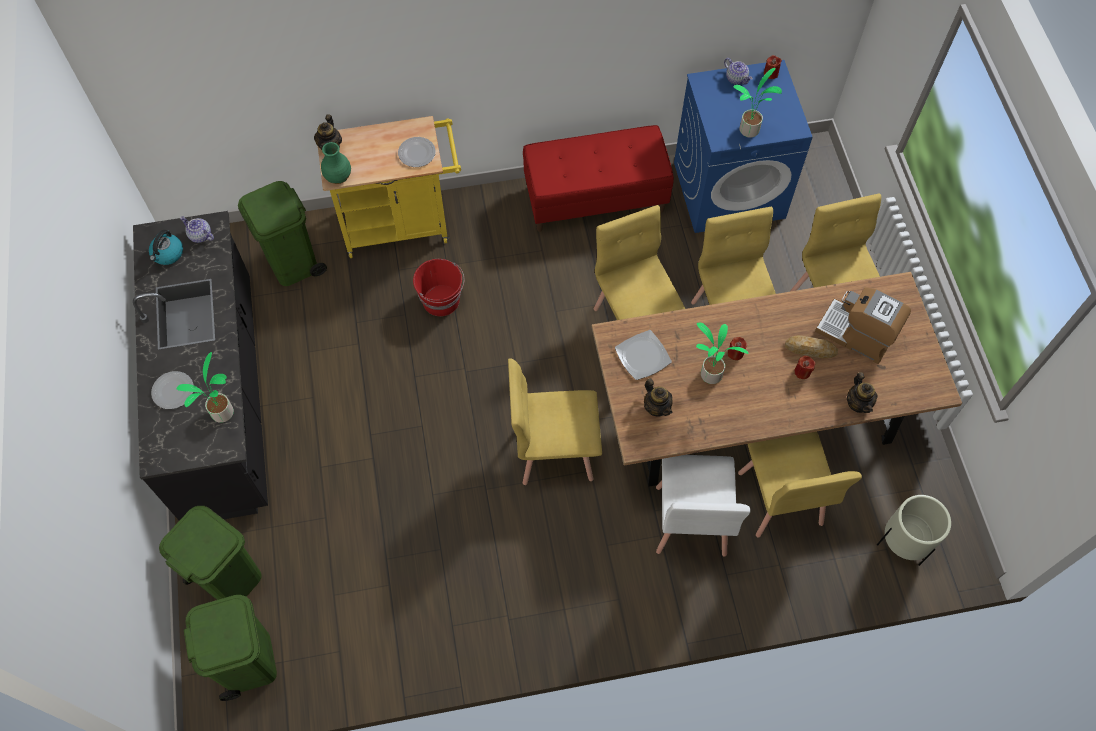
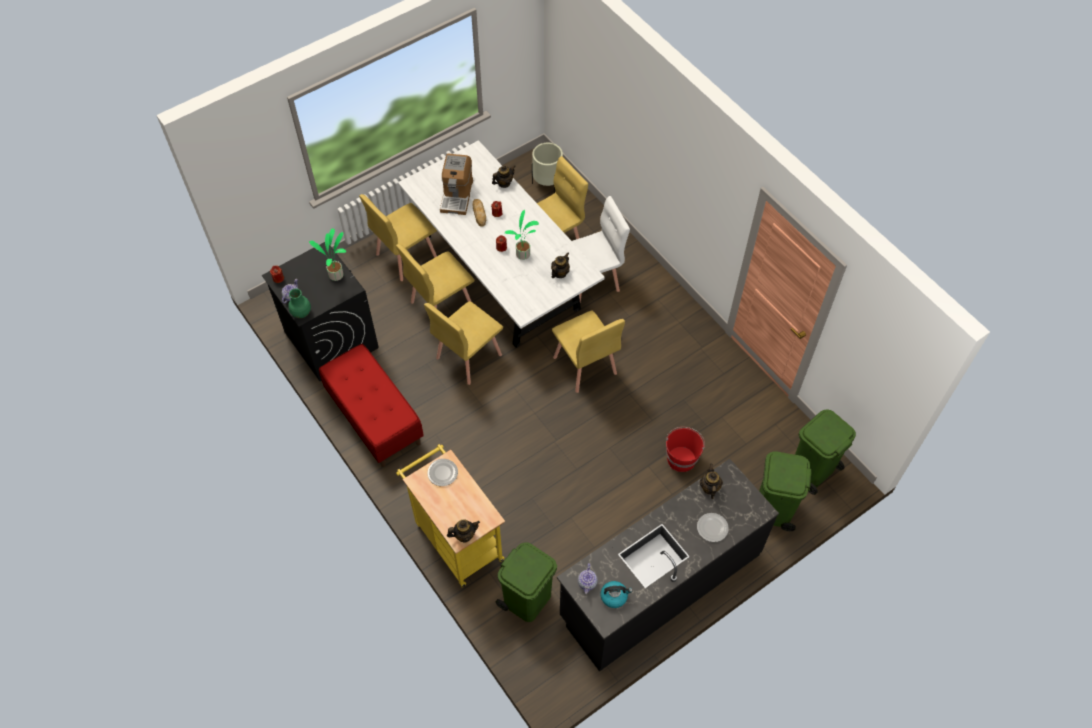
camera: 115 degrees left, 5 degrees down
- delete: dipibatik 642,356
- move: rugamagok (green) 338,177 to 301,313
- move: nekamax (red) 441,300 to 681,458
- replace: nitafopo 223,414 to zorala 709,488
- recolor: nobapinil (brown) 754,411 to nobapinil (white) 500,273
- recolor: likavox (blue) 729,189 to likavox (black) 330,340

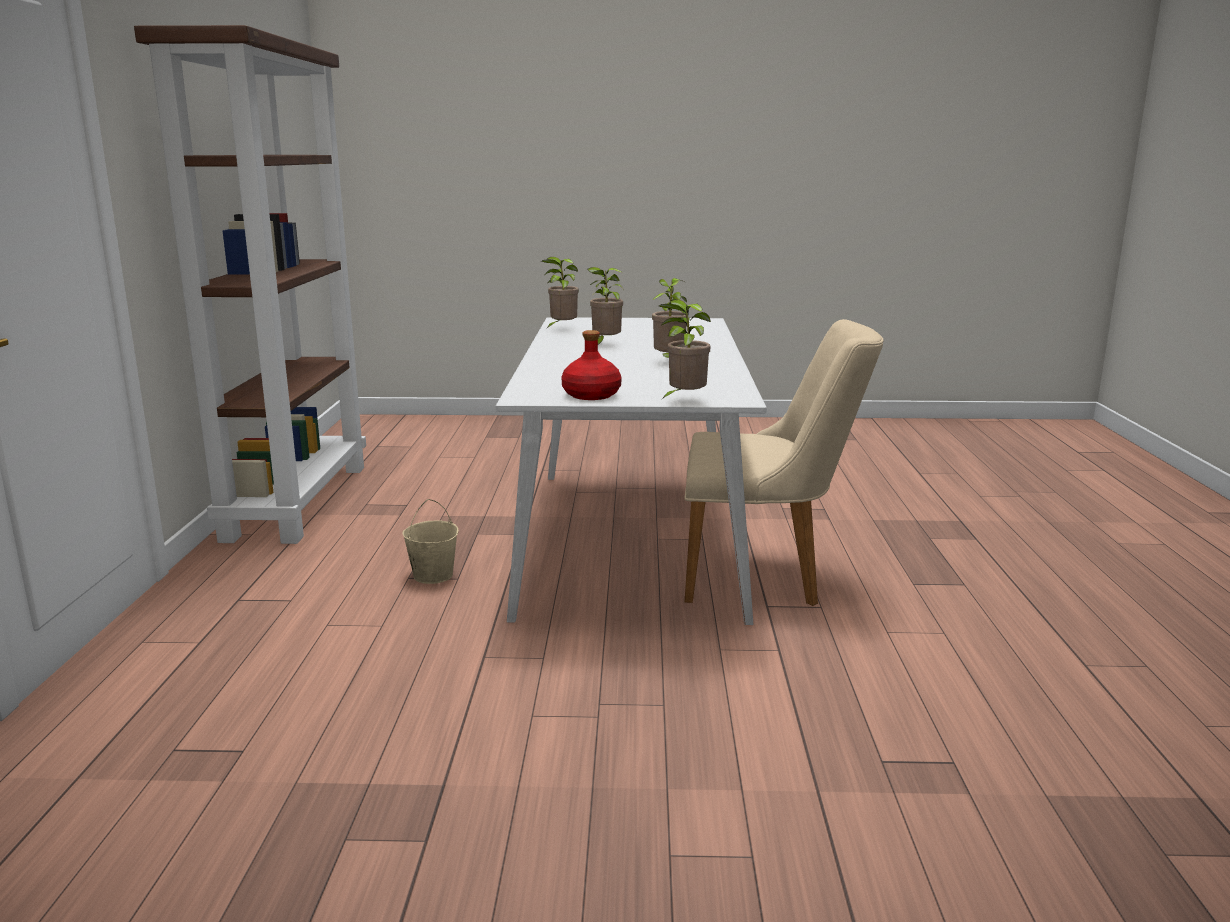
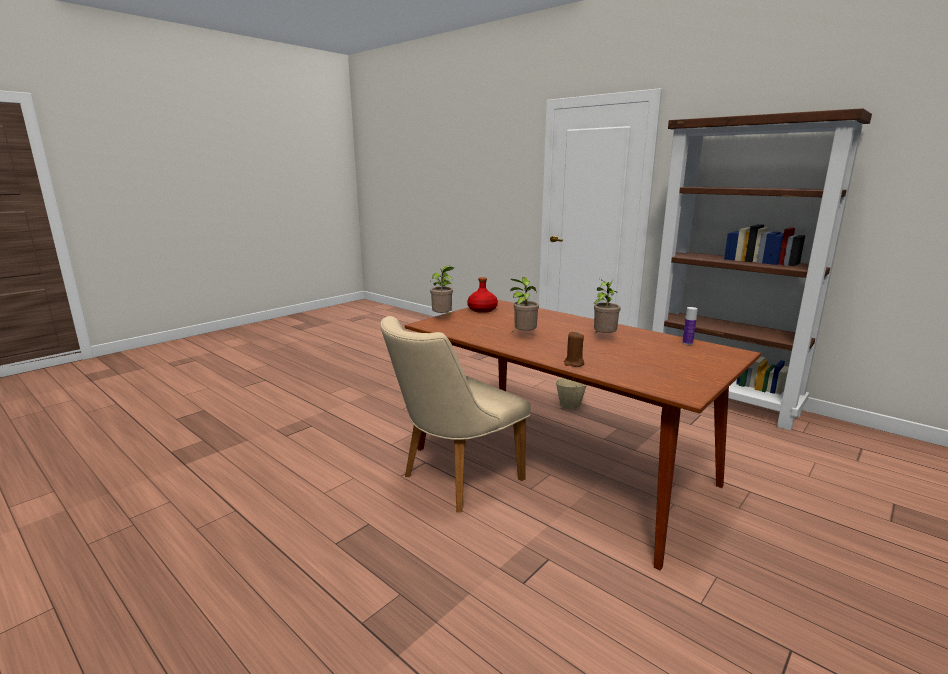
camera: 130 degrees right, 0 degrees up
- insert: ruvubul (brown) 573,363
- replace: nitafopo 561,328 to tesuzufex 687,343
- recolor: nobapinil (white) 630,537 to nobapinil (brown) 562,466

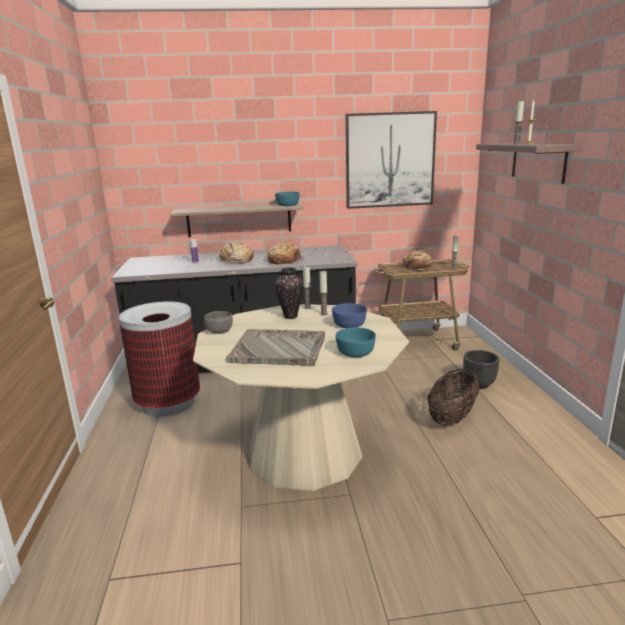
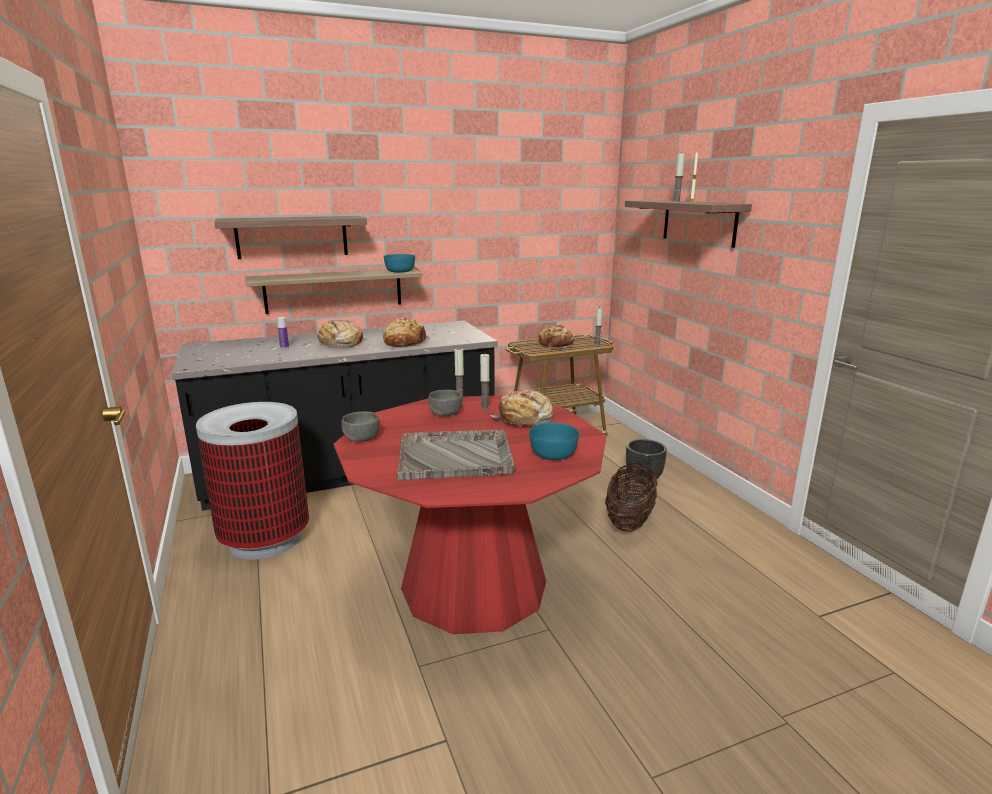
camera: 15 degrees left, 0 degrees up
- delete: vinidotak 390,160
- insert: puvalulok 292,237
- replace: rugamagok 291,317 to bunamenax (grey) 445,413
- replace: bunamenax (blue) 350,325 to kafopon 525,419
- recolor: nobapinil (beige) 305,453 to nobapinil (red) 474,584

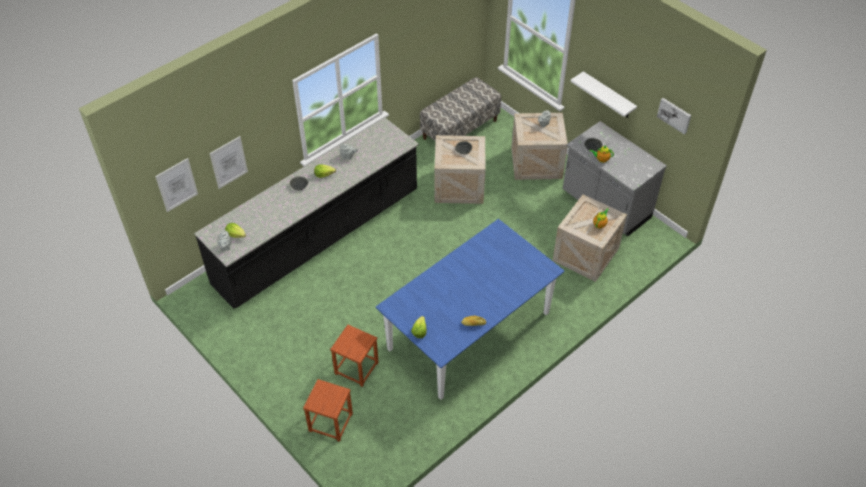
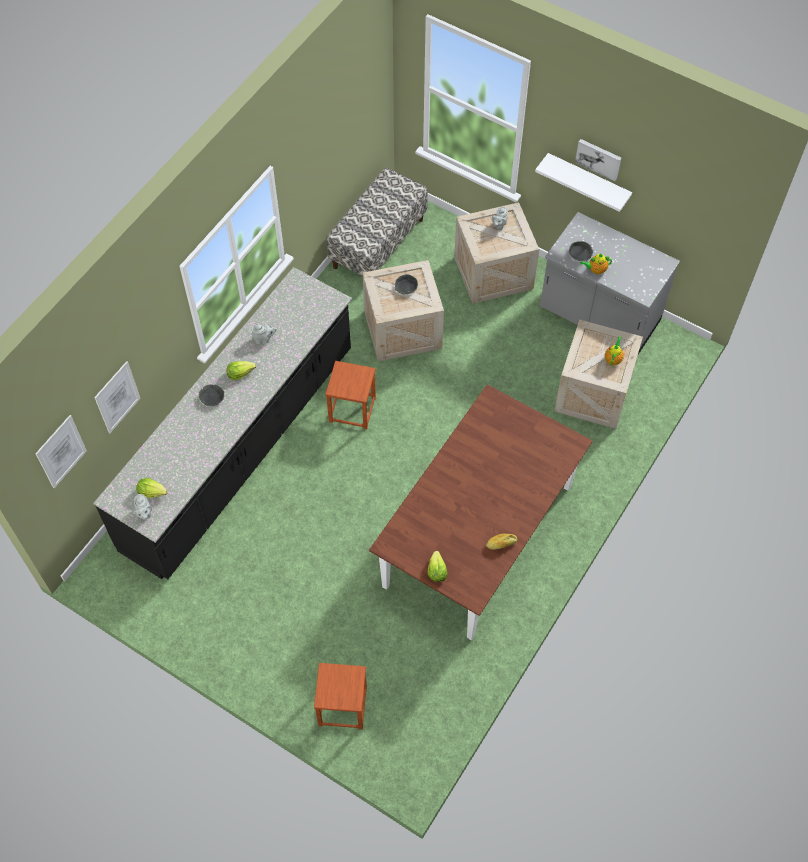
camera: 15 degrees left, 10 degrees up
- move: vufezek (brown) 356,368 to 352,410
- move: vinidotak 674,115 to 598,158
- recolor: nobapinil (blue) 469,331 to nobapinil (brown) 478,536

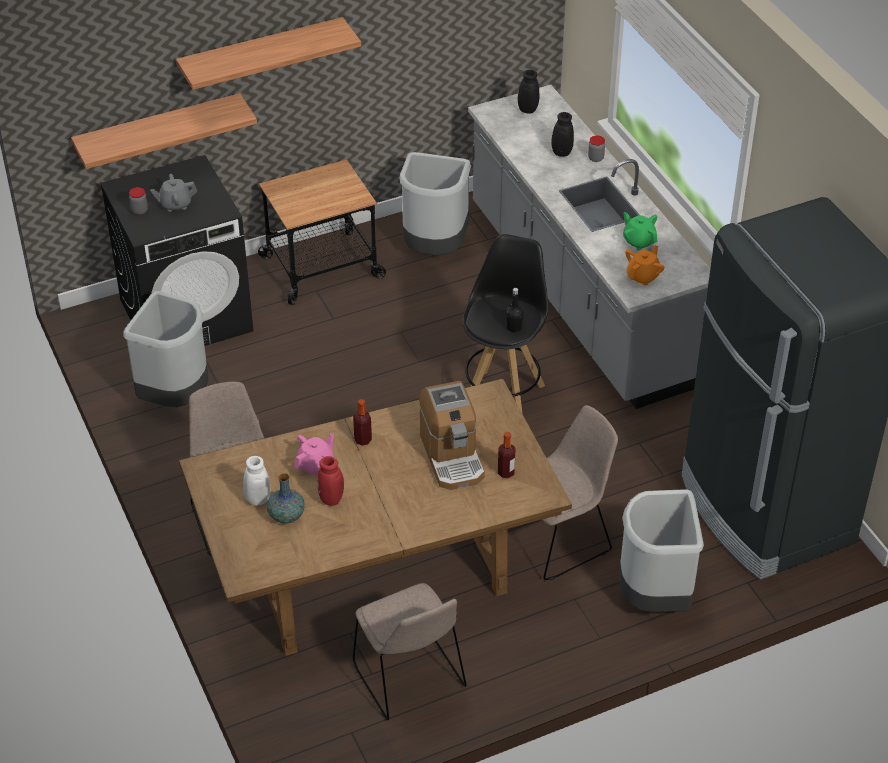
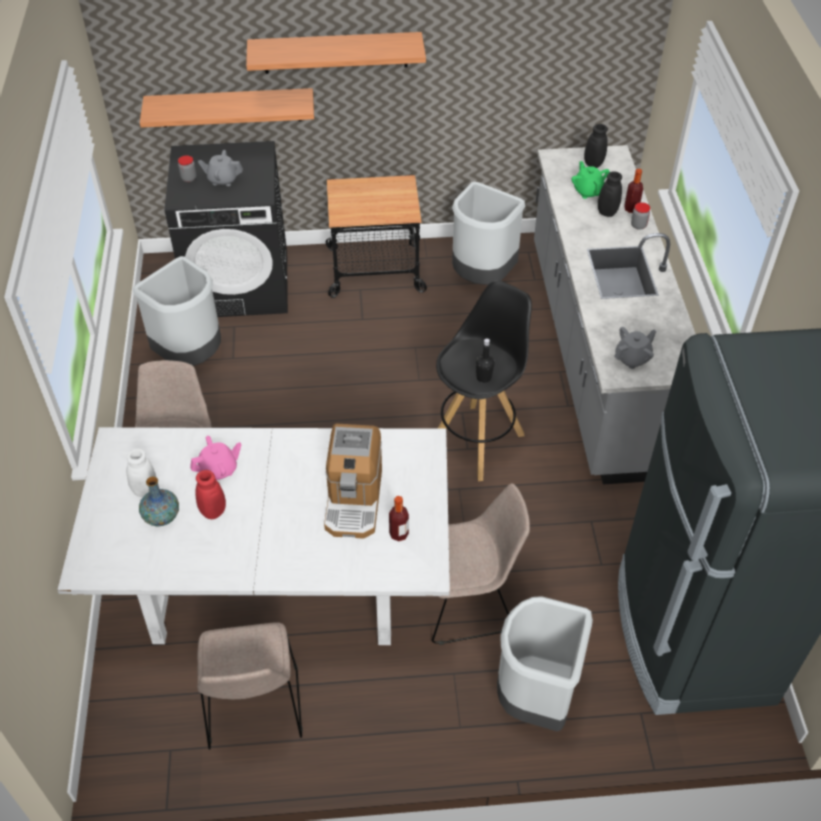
camera: 20 degrees right, 5 degrees up
- move: tesuzufex 363,440 to 631,209
- move: zorala (green) 639,241 to 588,191
- recolor: nobapinil (brown) 378,573 to nobapinil (white) 279,583
- recolor: zorala (orange) 643,276 to zorala (grey) 632,358

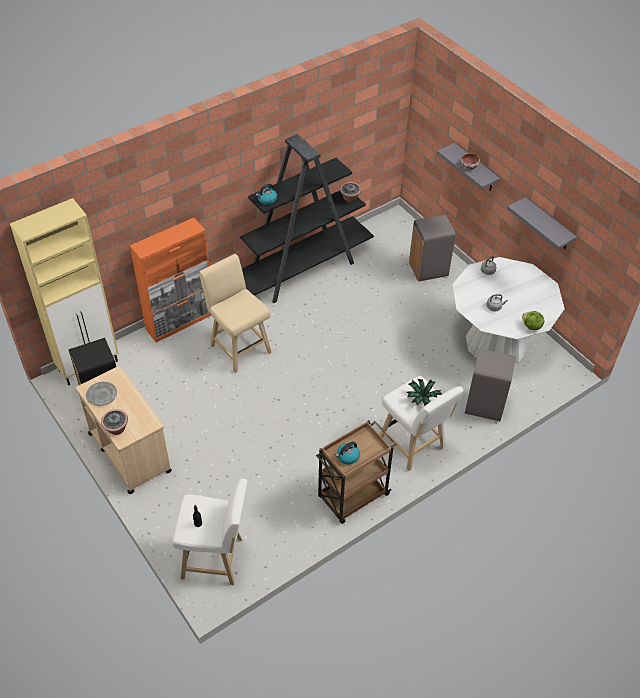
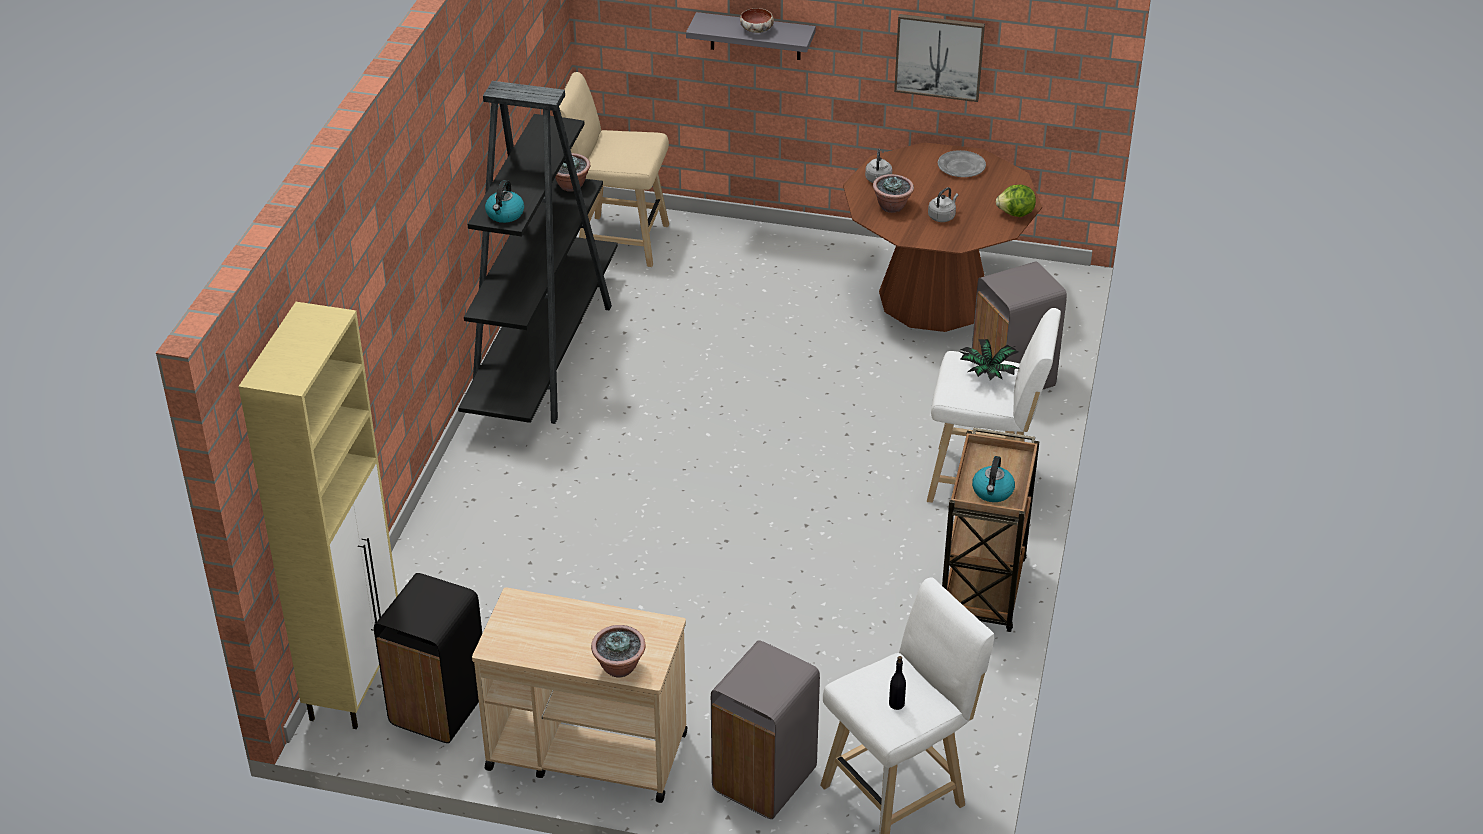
camera: 40 degrees left, 10 degrees down
- delete: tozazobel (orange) 180,321
- insert: nitafopo 892,206
- move: dipibatik (grey) 101,395 to 961,167
- move: vufezek (beige) 238,347 to 617,241
- move: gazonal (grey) 428,270 to 765,780
- replace: puvalulok (grey) 548,225 to vinidotak 939,56
- recolor: nobapinil (white) 496,343 to nobapinil (brown) 934,298

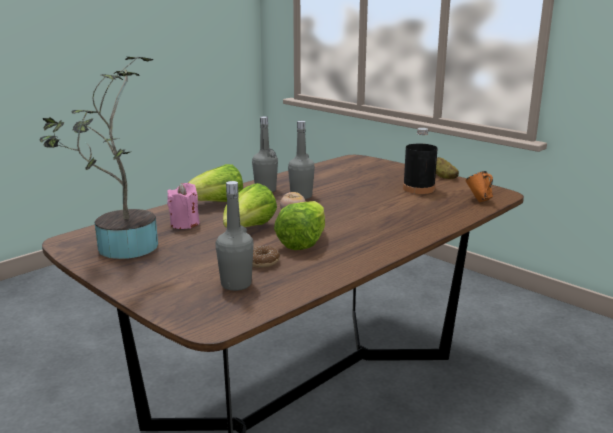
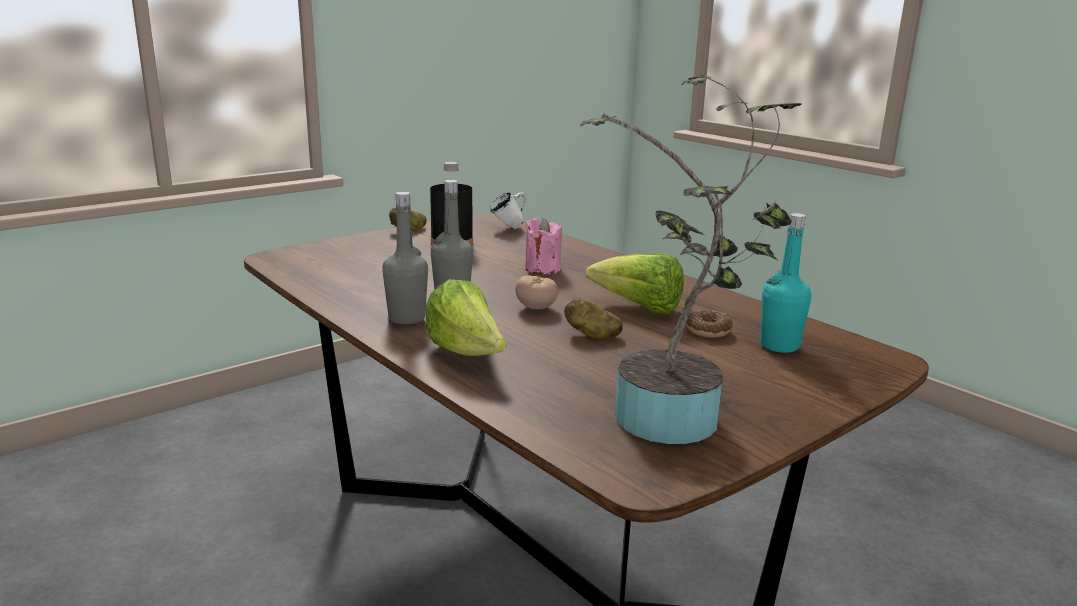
camera: 85 degrees left, 0 degrees up
- move: ruvubul (pink) 185,224 to 542,269
- replace: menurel 248,229 to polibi 592,334
- recolor: tesuzufex (grey) 236,284 to tesuzufex (turquoise) 779,346
- recolor: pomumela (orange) 478,200 to pomumela (white) 508,228

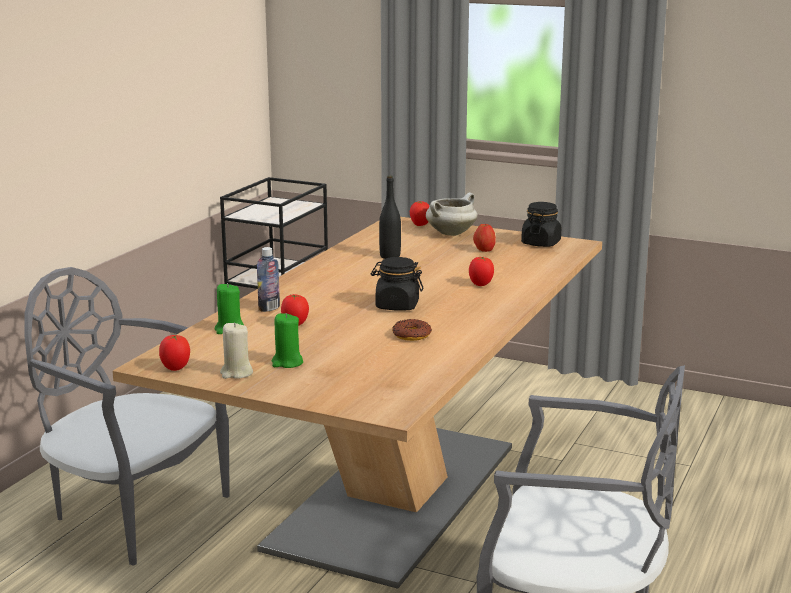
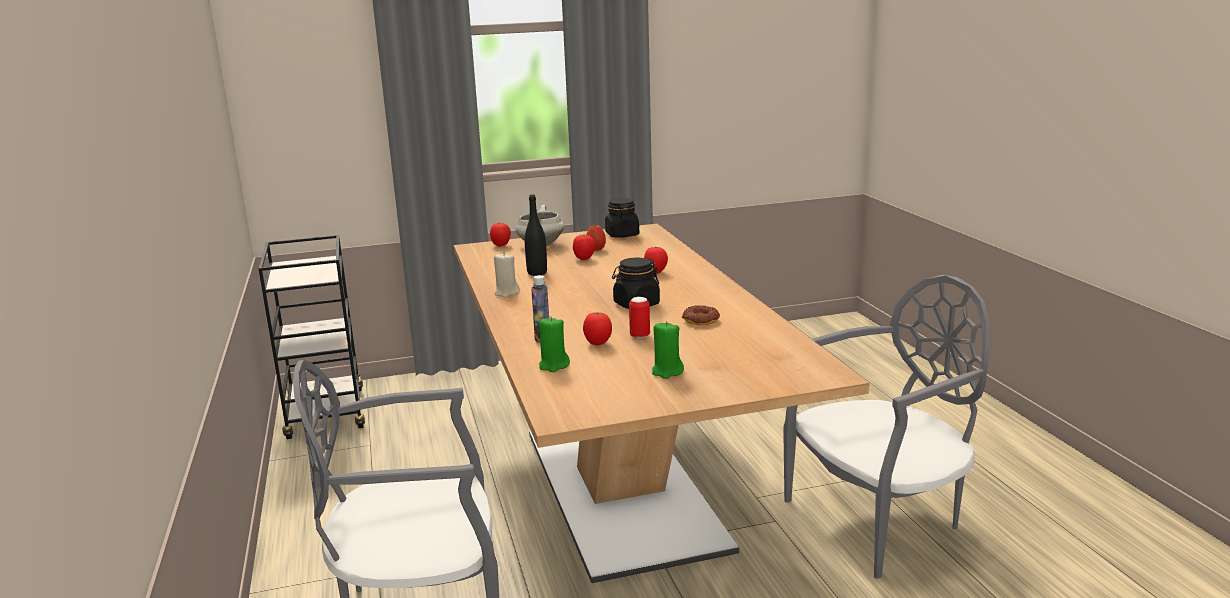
camera: 40 degrees left, 0 degrees up
- insert: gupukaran 640,336
- move: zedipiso 175,368 to 584,259
- move: ruvubul (beige) 236,373 to 506,293

